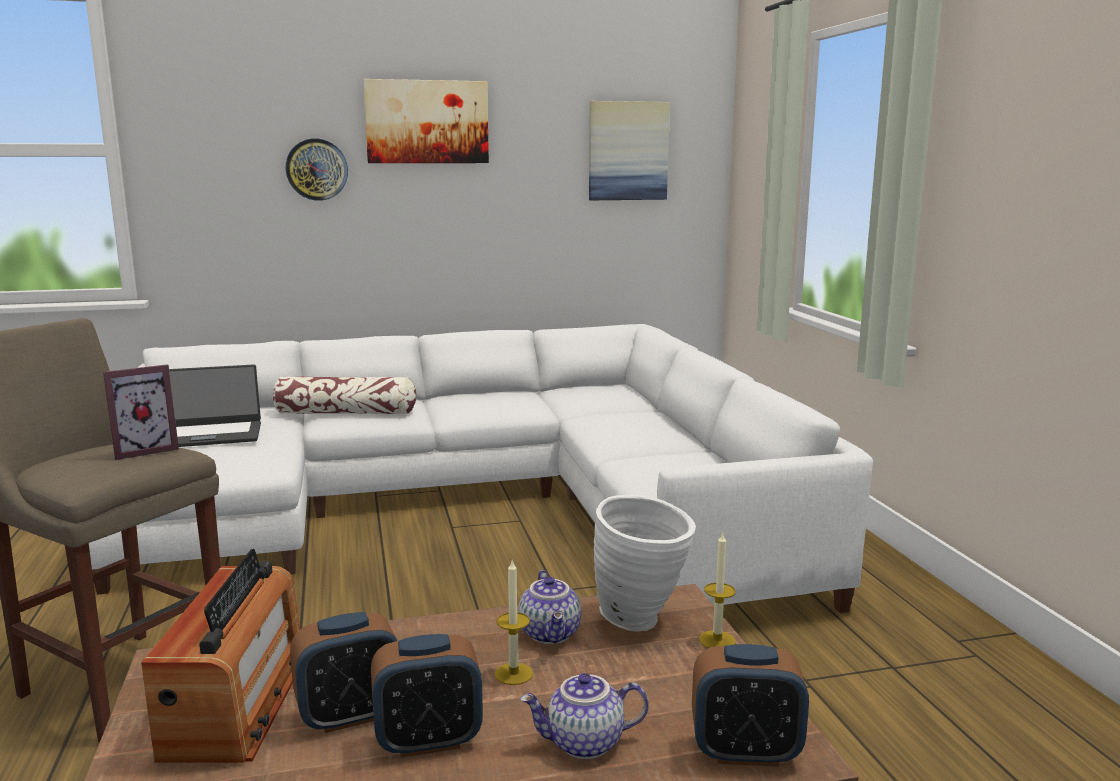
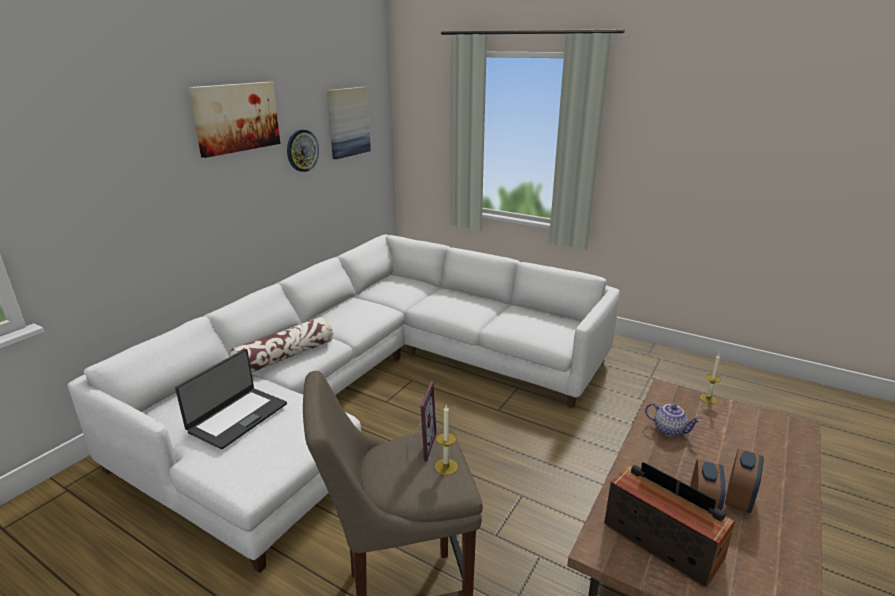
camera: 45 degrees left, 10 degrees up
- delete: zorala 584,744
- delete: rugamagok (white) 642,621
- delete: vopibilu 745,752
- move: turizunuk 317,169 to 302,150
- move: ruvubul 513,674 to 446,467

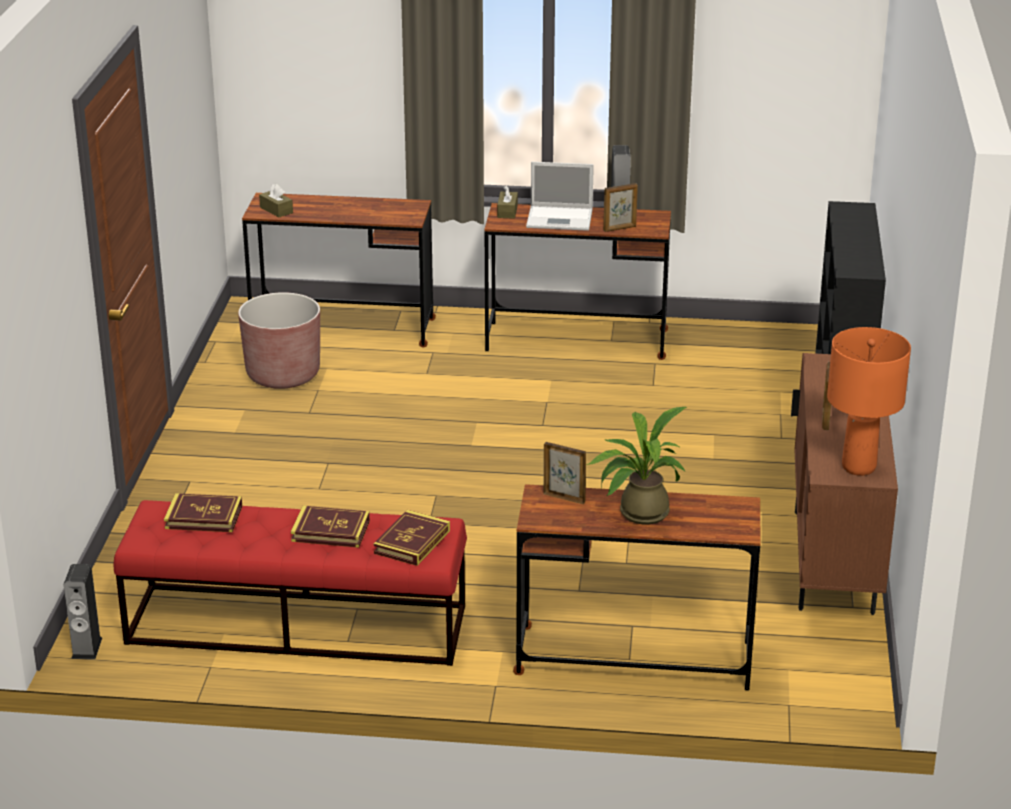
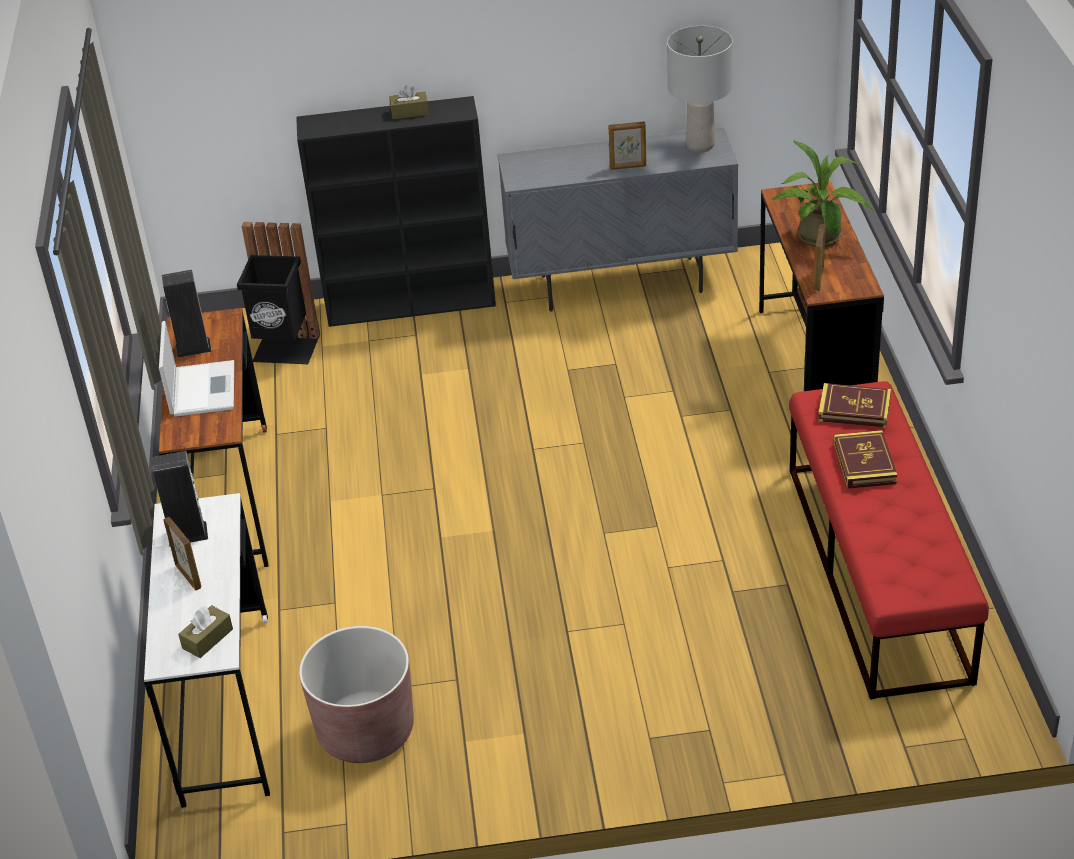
camera: 100 degrees left, 10 degrees up
- delete: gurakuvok 203,517
- insert: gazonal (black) 286,350
- move: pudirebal 86,648 to 188,534
- move: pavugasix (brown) 507,211 to 409,112
- move: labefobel 620,228 to 188,576
- recolor: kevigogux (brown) 343,329 to kevigogux (white) 226,708
- recolor: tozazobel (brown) 833,562 to tozazobel (grey) 622,284
- recolor: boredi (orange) 858,467 to boredi (grey) 701,145

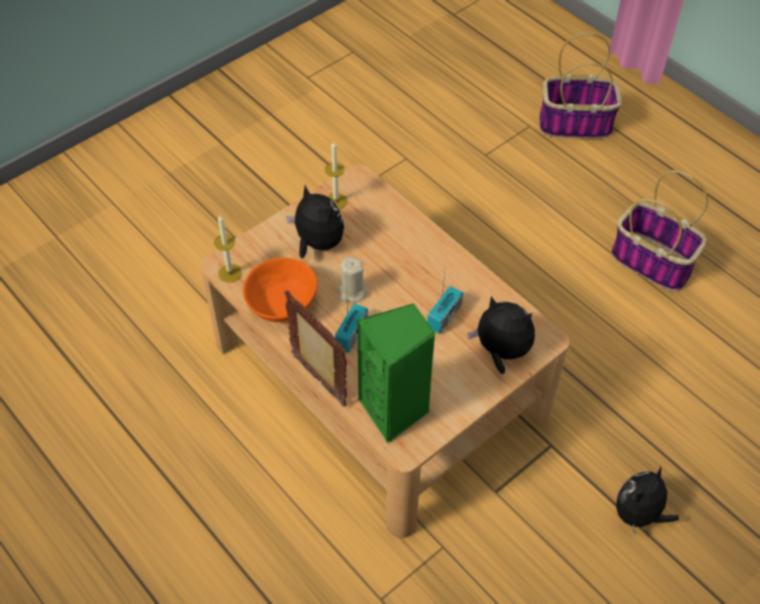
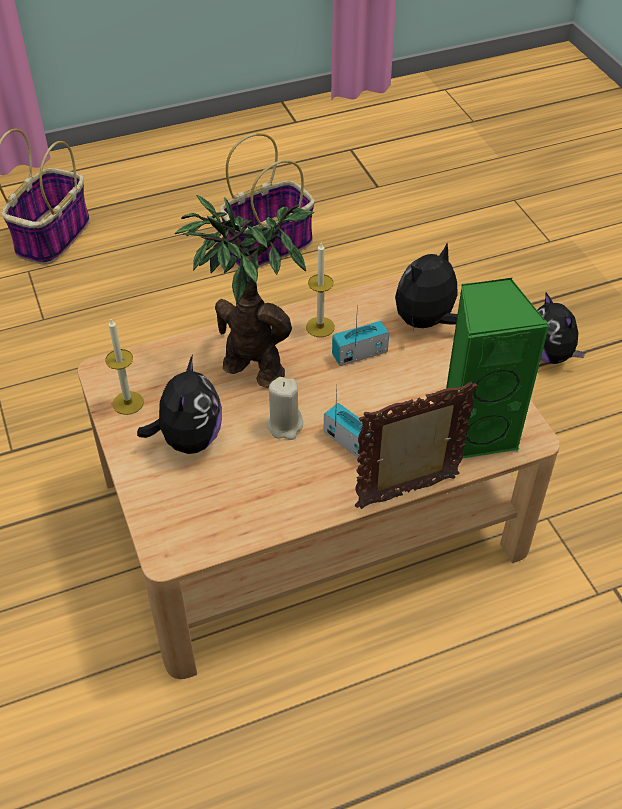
camera: 70 degrees left, 5 degrees down
- delete: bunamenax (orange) 282,303
- insert: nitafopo 249,365
- move: ruvubul 230,273 to 320,327
- rotate: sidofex 317,243 = 188,439 120 degrees clockwise
- rotate: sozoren 444,317 = 359,353 75 degrees counterclockwise

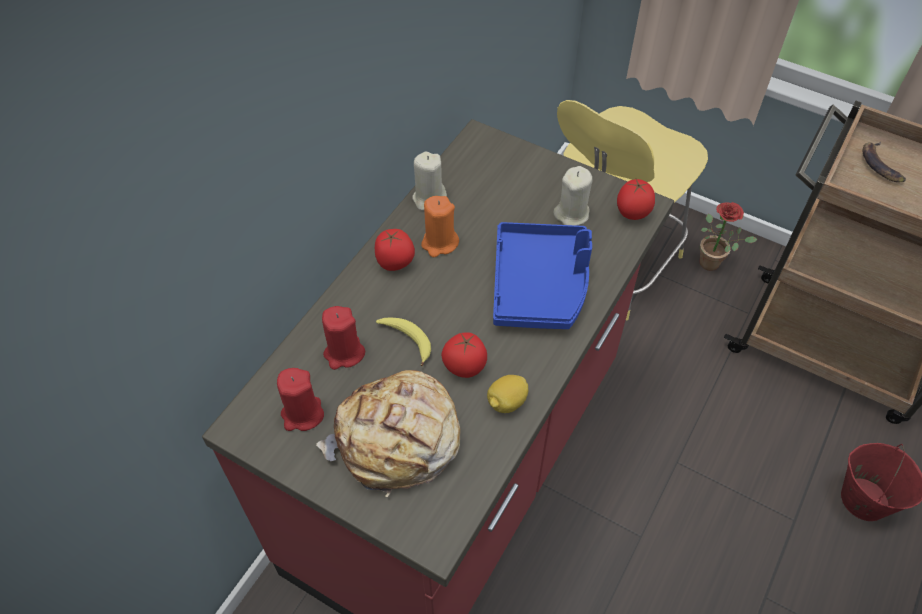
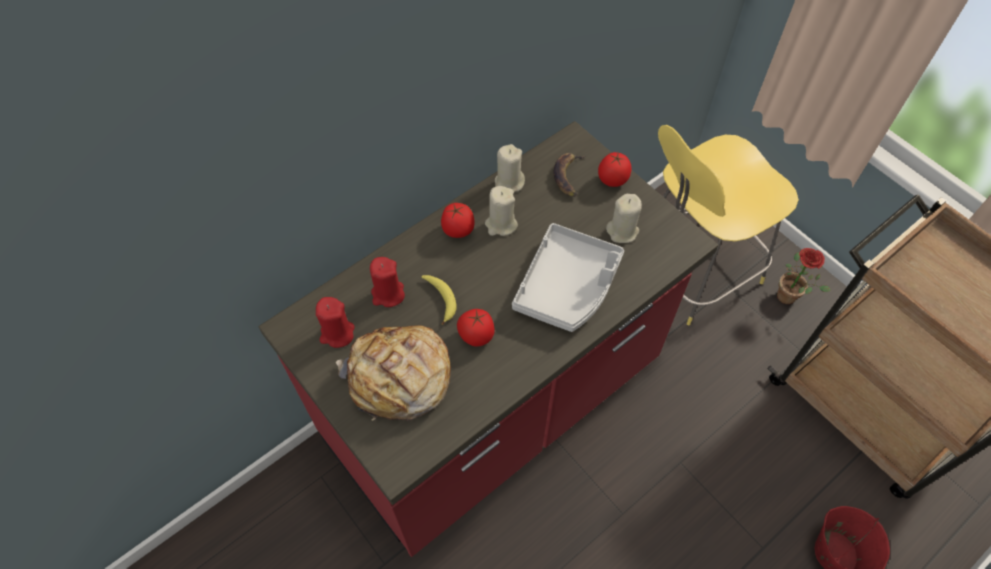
camera: 20 degrees right, 5 degrees up
- delete: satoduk 506,402
- move: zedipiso 632,213 to 612,180
- move: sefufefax 880,165 to 568,176
- recolor: ruvubul (orange) 439,243 to ruvubul (beige) 501,224
- recolor: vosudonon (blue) 540,285 to vosudonon (grey) 568,286

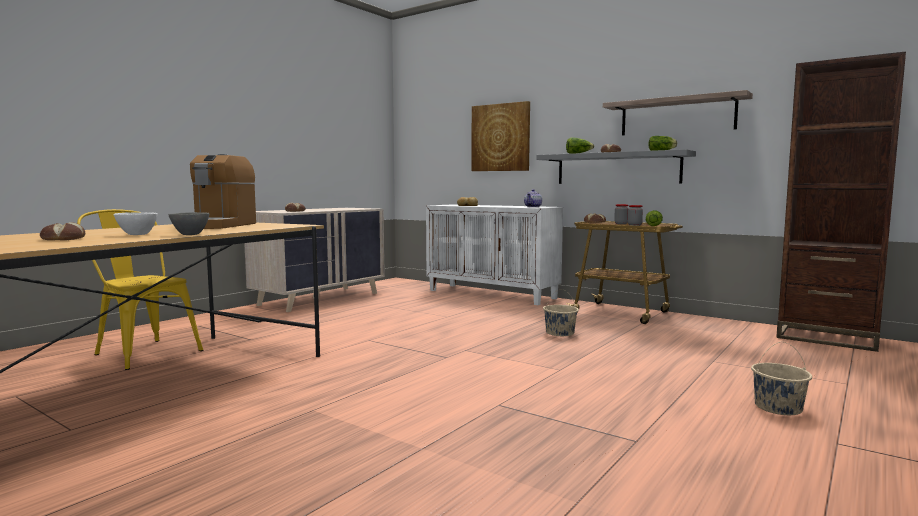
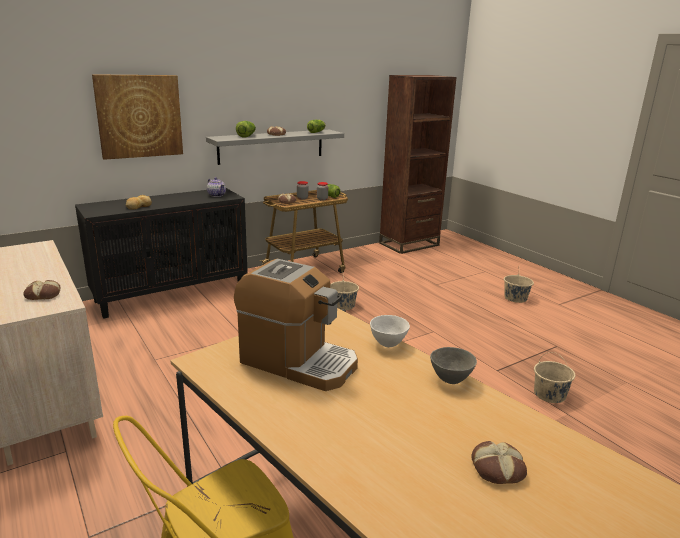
camera: 70 degrees left, 15 degrees up
- delete: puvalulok 677,116
- insert: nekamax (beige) 550,394
- move: bunamenax (white) 136,234 to 388,344
- recolor: tozazobel (white) 492,294 to tozazobel (black) 172,294

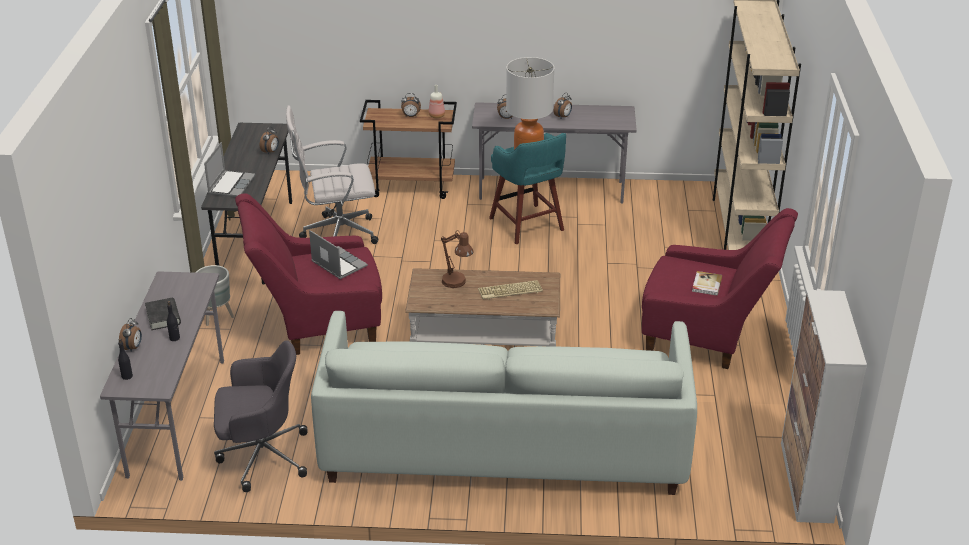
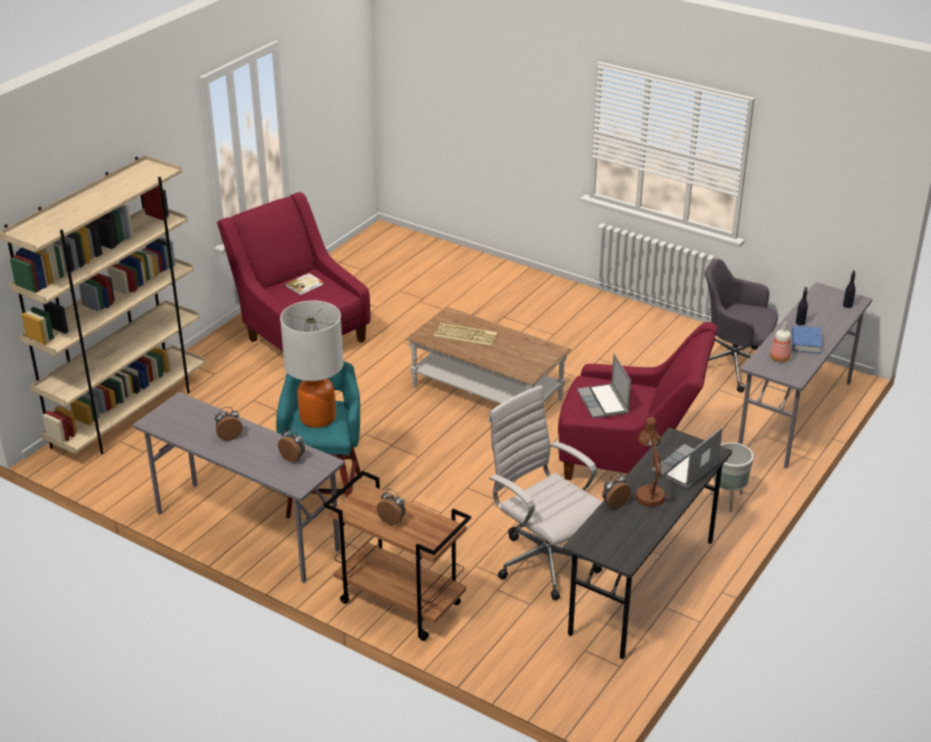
camera: 150 degrees left, 0 degrees up
- delete: vopibilu 133,348
- delete: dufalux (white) 504,445
- delete: tozazobel 806,482
- move: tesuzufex 437,116 to 779,358
- move: boredi (brown) 456,283 to 648,493
- recolor: gurakuvok (black) 163,317 to gurakuvok (blue) 806,343
- rotate: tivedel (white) 336,234 = 543,561 150 degrees counterclockwise

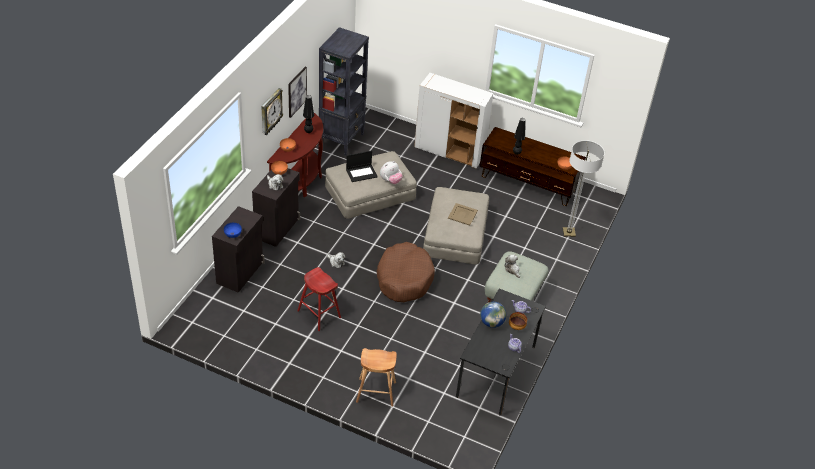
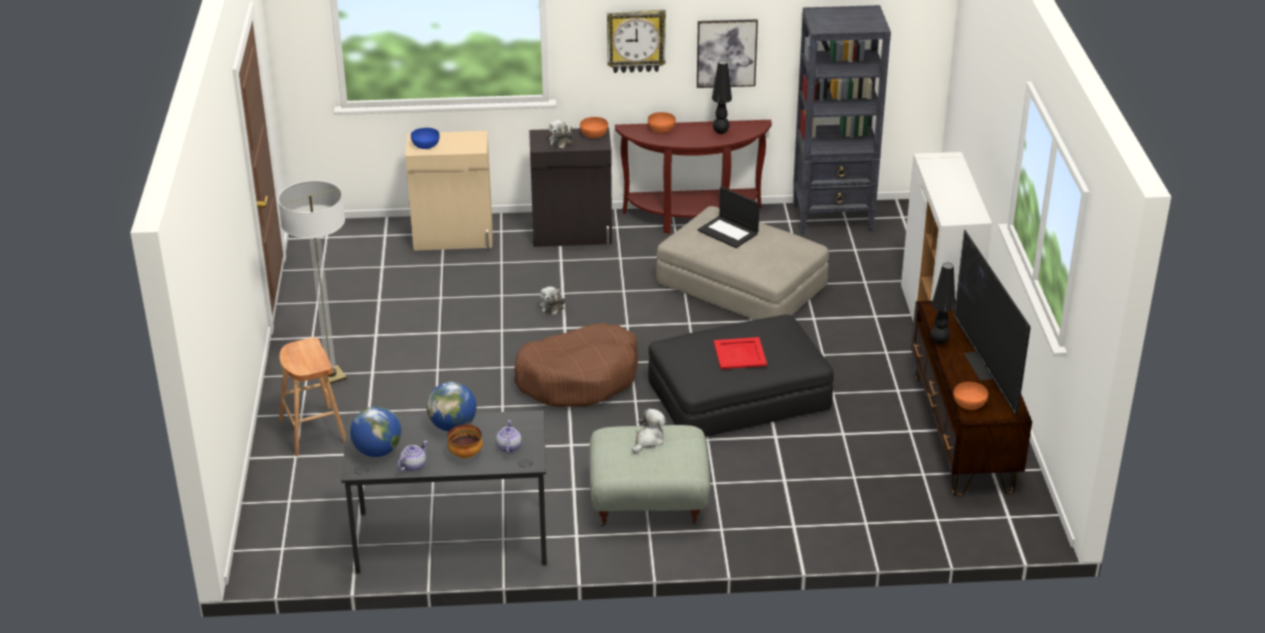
camera: 65 degrees right, 10 degrees down
- delete: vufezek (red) 319,314
- delete: sidofex 390,181
- insert: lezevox 377,451
- insert: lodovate 984,365
- move: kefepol 569,232 to 331,376
- recolor: tozazobel (black) 240,272 to tozazobel (beige) 454,238
- recolor: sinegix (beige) 455,233 to sinegix (black) 738,394
- recolor: vosudonon (beige) 463,214 to vosudonon (red) 740,354

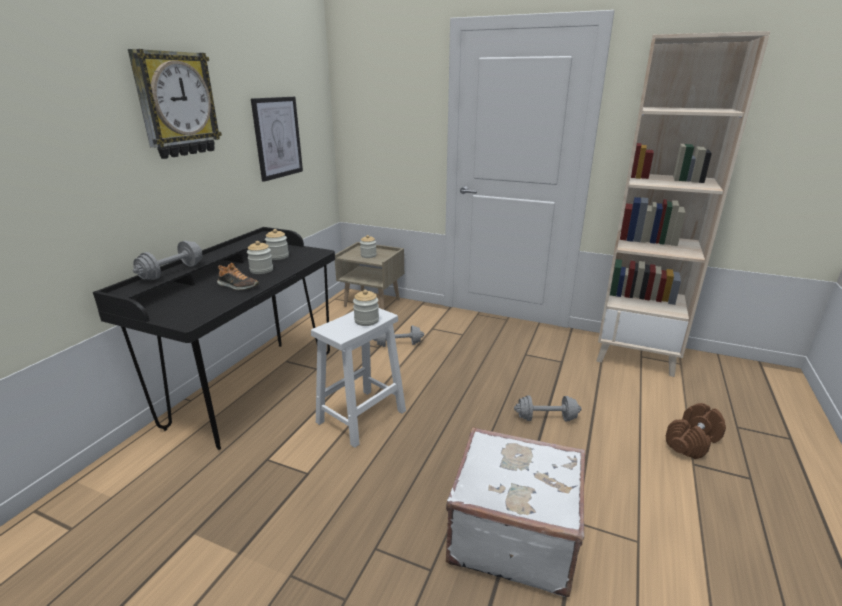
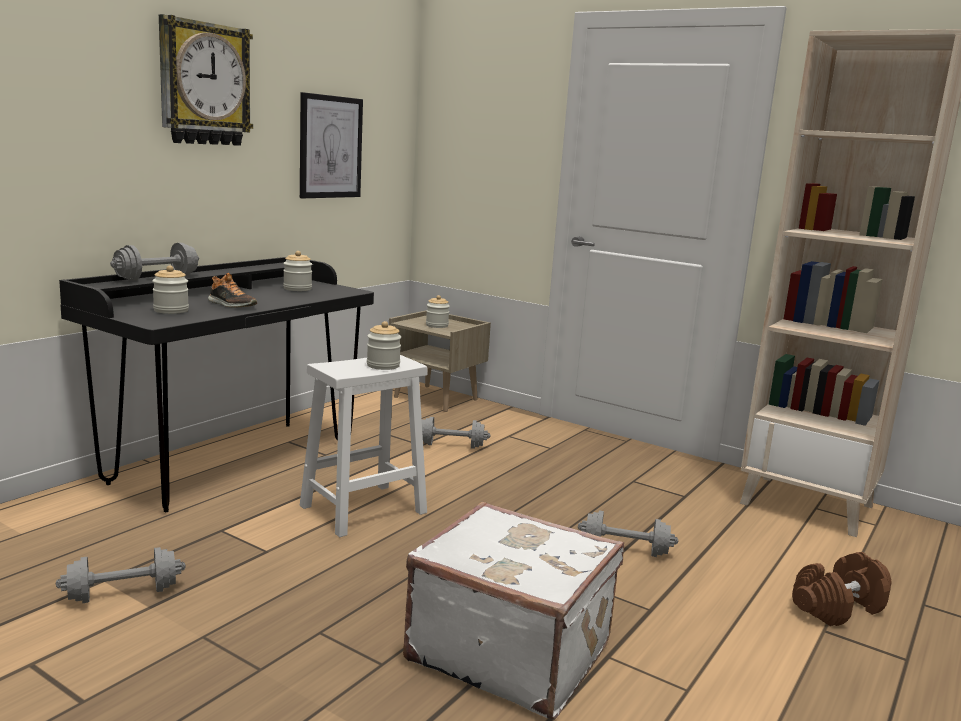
camera: 10 degrees right, 10 degrees down
- insert: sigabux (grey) 123,594
- move: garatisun 261,270 to 171,310

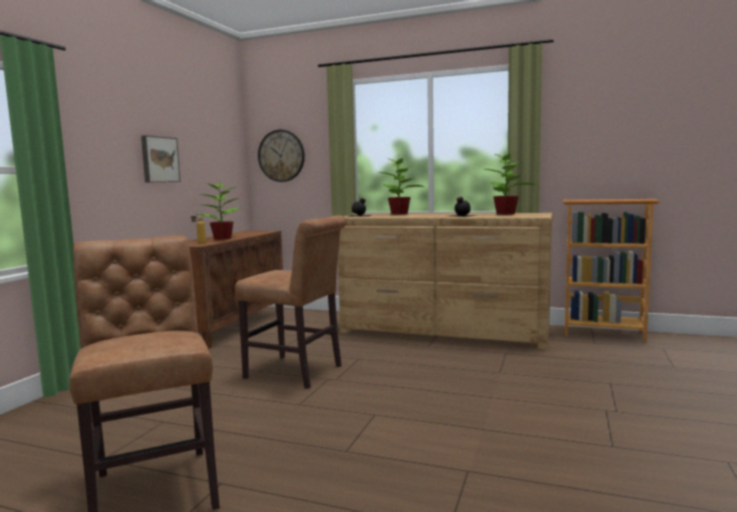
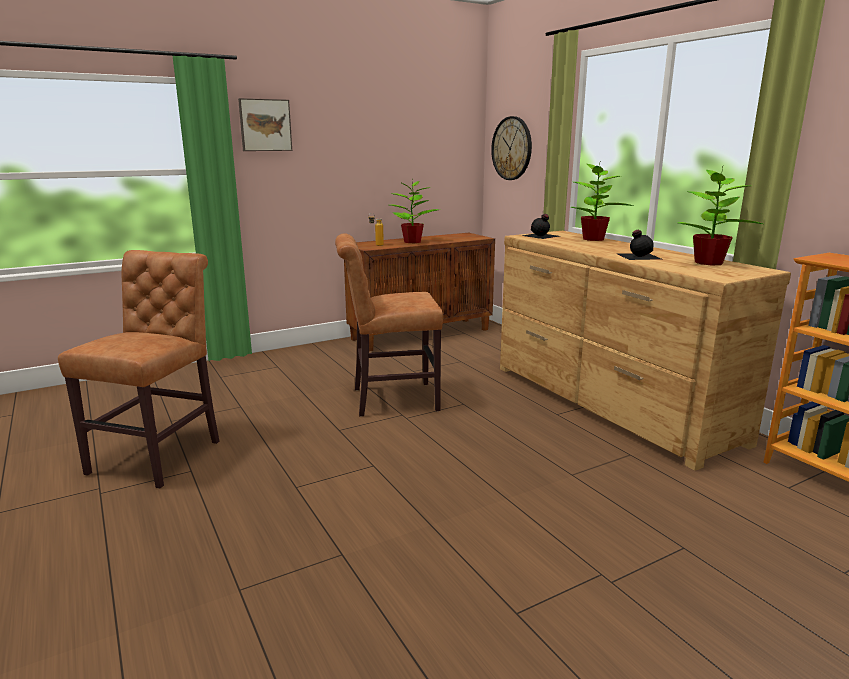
camera: 40 degrees right, 10 degrees up
- move: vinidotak 159,159 to 265,125
- rotate: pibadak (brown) 298,373 = 389,400 105 degrees clockwise

